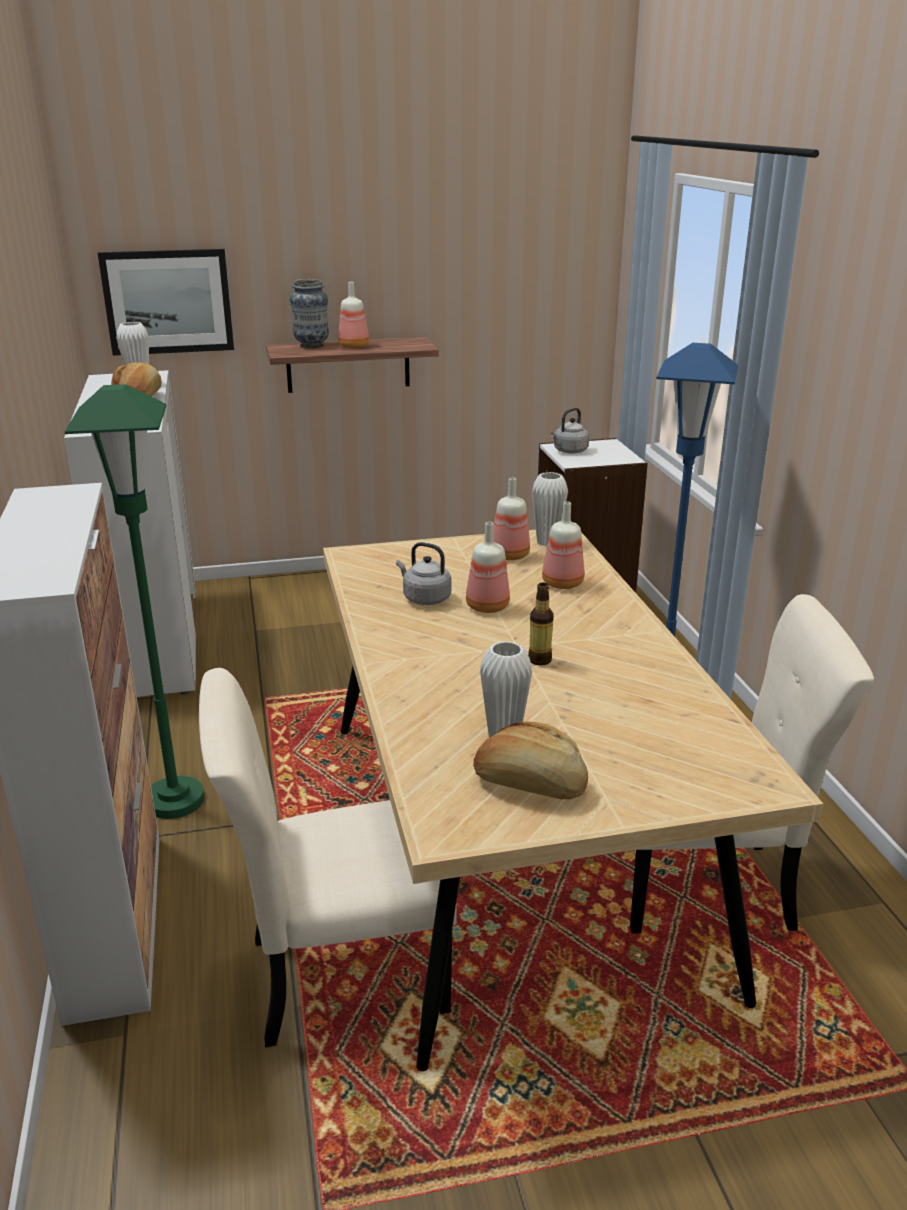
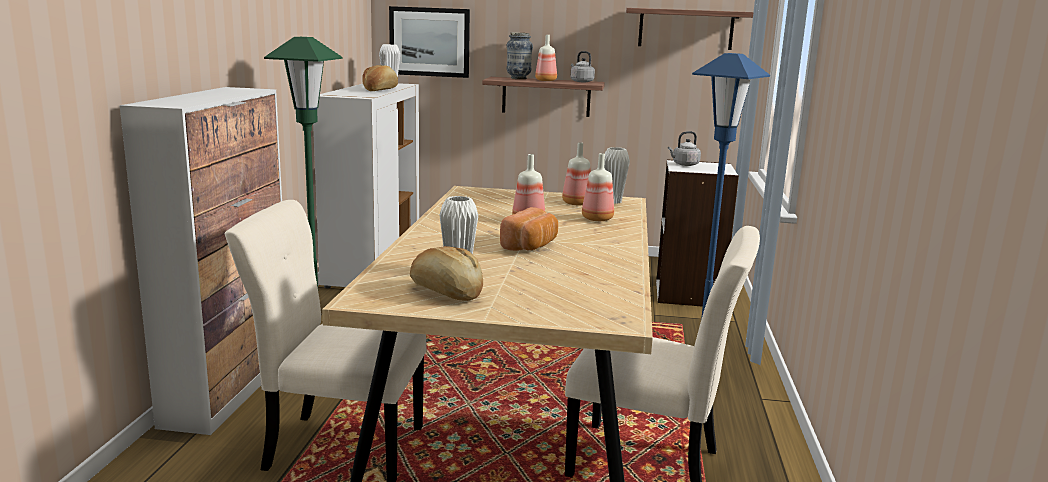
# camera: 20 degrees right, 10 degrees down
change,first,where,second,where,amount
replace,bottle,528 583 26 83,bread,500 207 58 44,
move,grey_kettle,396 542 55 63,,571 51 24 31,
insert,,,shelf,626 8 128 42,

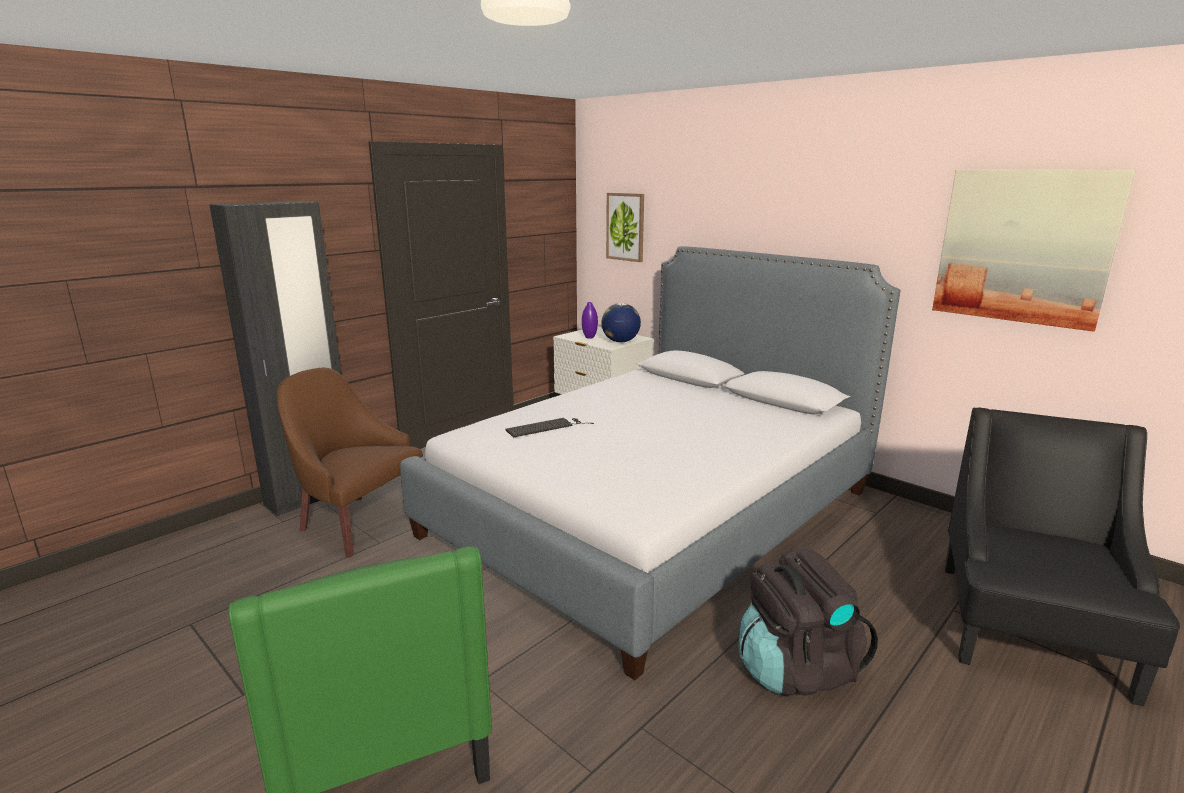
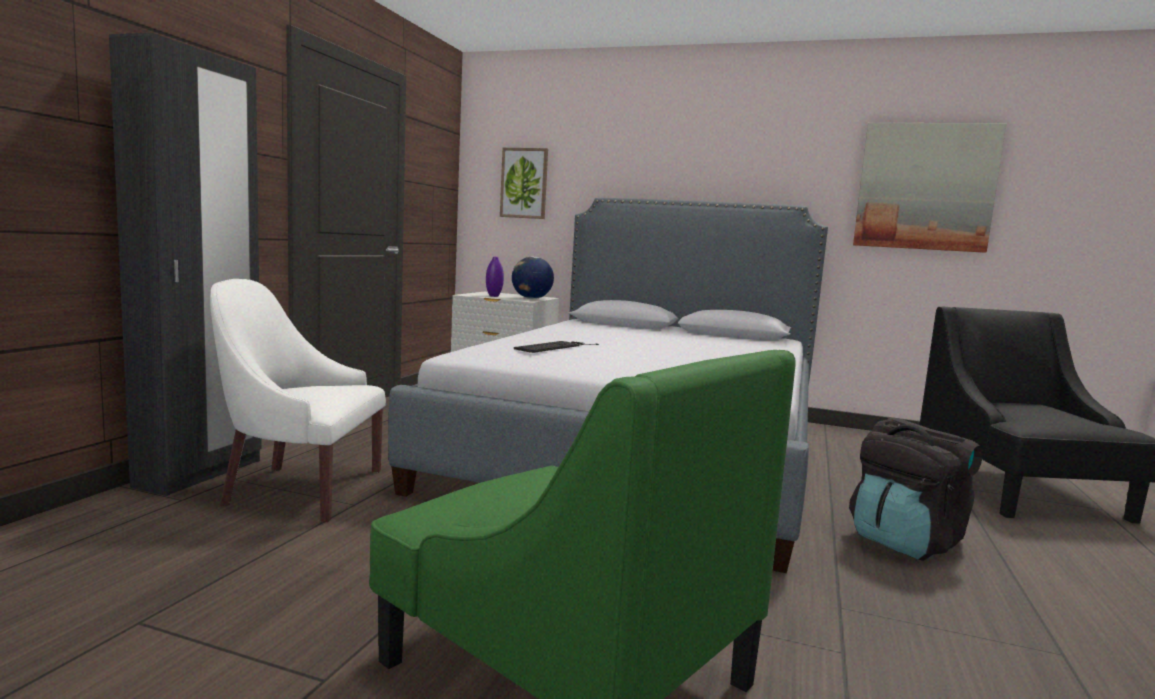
# camera: 25 degrees left, 10 degrees down
change,first,where,second,where,amount
recolor,brown_armchair,277 368 146 190,white_armchair,210 279 176 243,

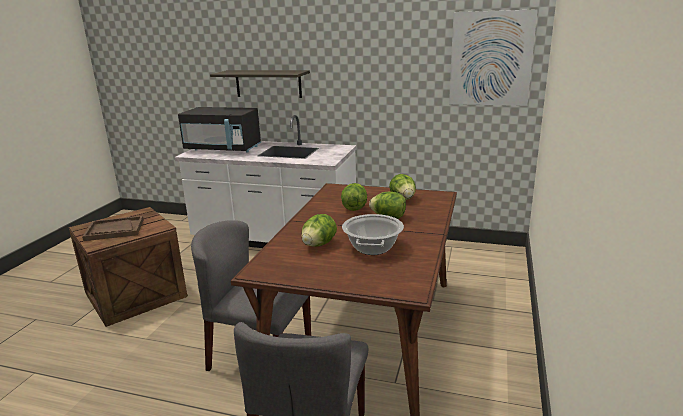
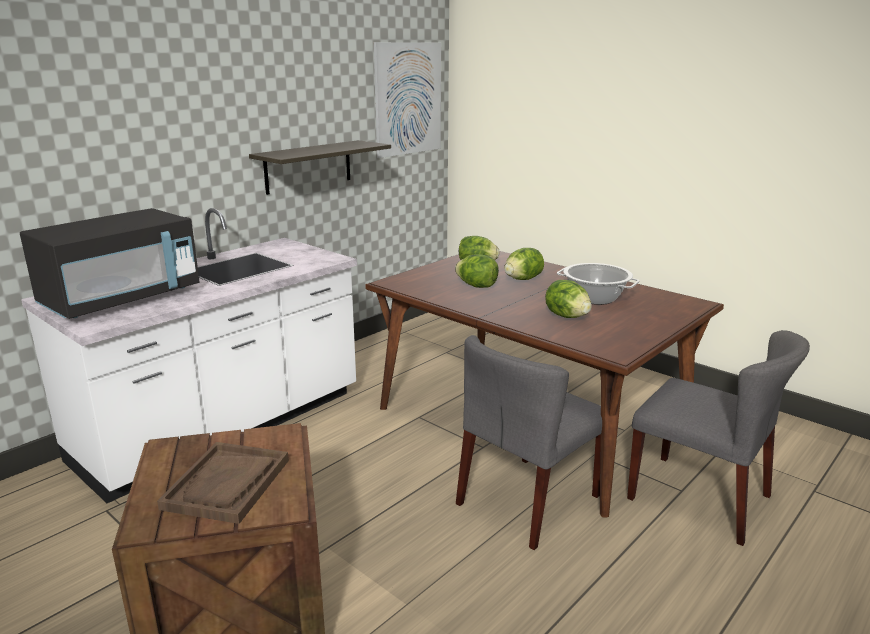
# camera: 65 degrees left, 0 degrees up
change,first,where,second,where,amount
move,shelf,210 70 100 28,,249 140 142 55,

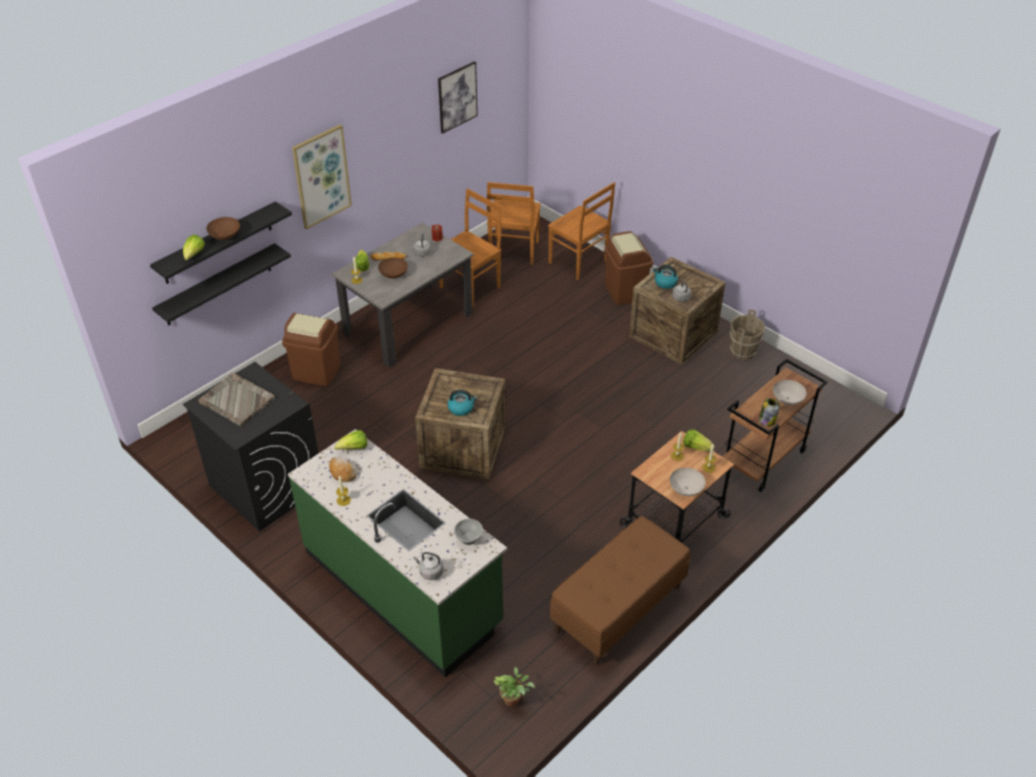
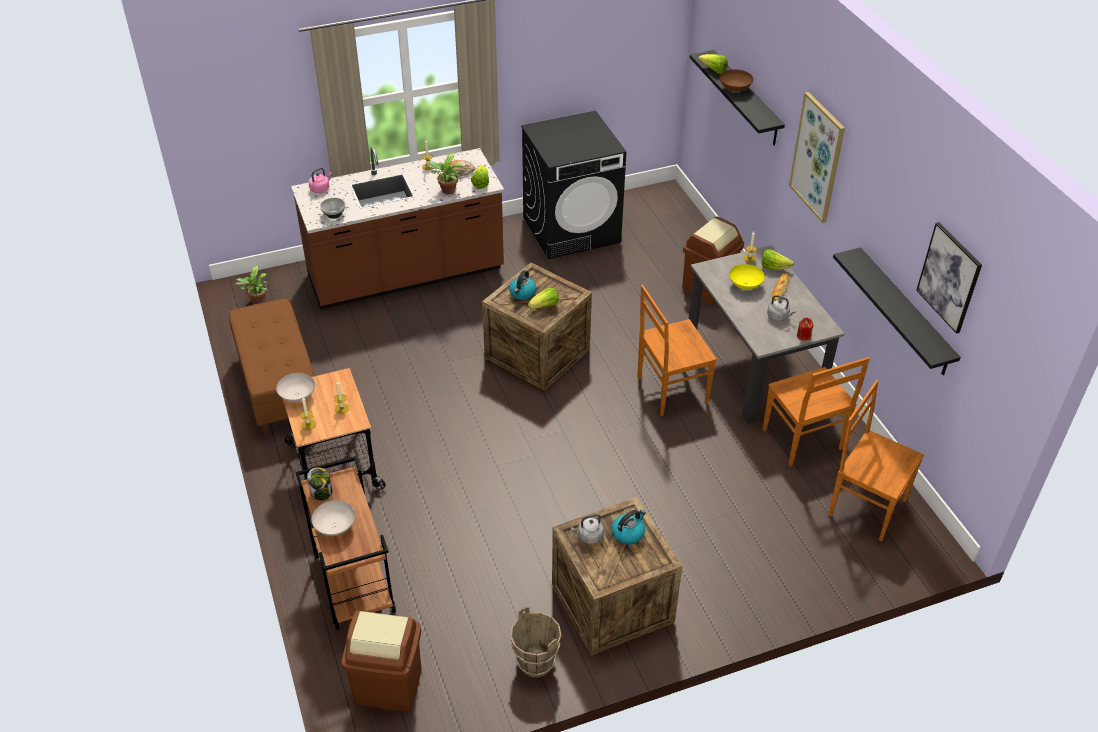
# camera: 115 degrees right, 0 degrees up
change,first,where,second,where,amount
recolor,green_counter,288 429 219 248,brown_counter,291 147 213 163,
recolor,grey_kettle,413 552 31 28,pink_kettle,309 168 23 25,
move,brown_trash_can,604 231 49 74,,342 611 80 100,
insert,,,potted_plant,426 153 36 41,
move,lettuce,683 429 32 23,,528 288 31 21,
move,brown_chair,548 182 67 98,,638 284 79 132,
recolor,brown_bowl,378 258 30 21,yellow_bowl,729 264 36 26,
move,black_shelf,152 243 139 82,,833 247 128 128,
delete,grey_tray,198 373 77 53,,,

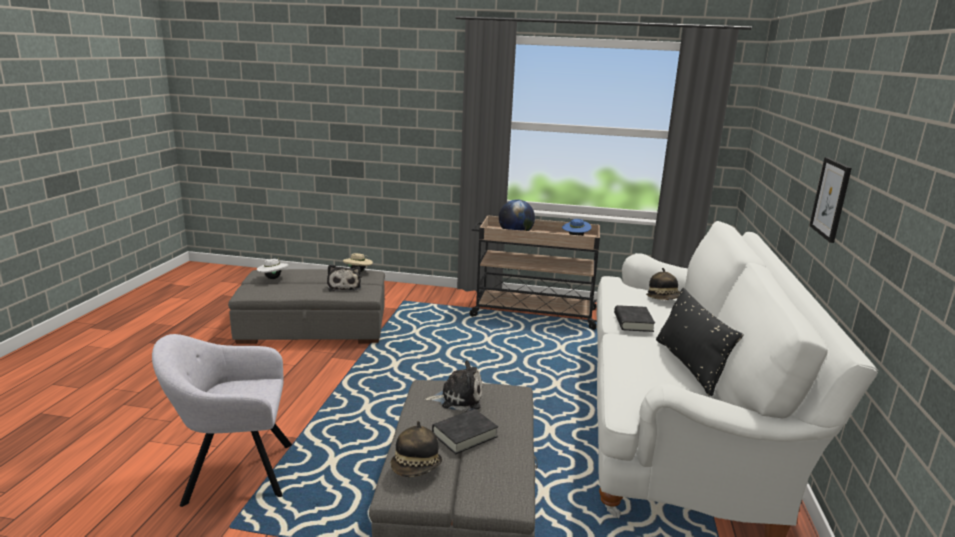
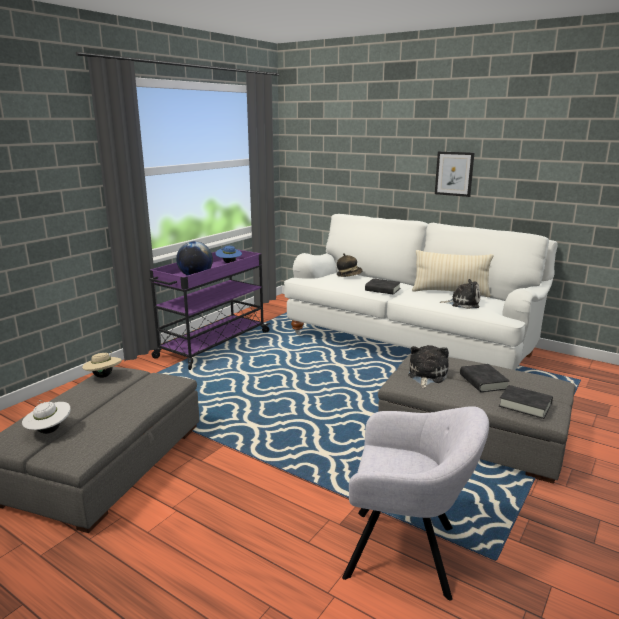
# camera: 65 degrees left, 0 degrees up
change,first,where,second,where,amount
recolor,beige_cart,470 215 130 115,purple_cart,149 249 121 121,
rotate,grey_armchair,152 334 140 173,,342 406 147 195,90 degrees counterclockwise
recolor,black_pillow,656 288 88 108,beige_pillow,412 250 82 47,
move,plush_toy,327 264 34 27,,439 279 41 30,
replace,hat,390 421 52 56,black_book,499 385 54 34,

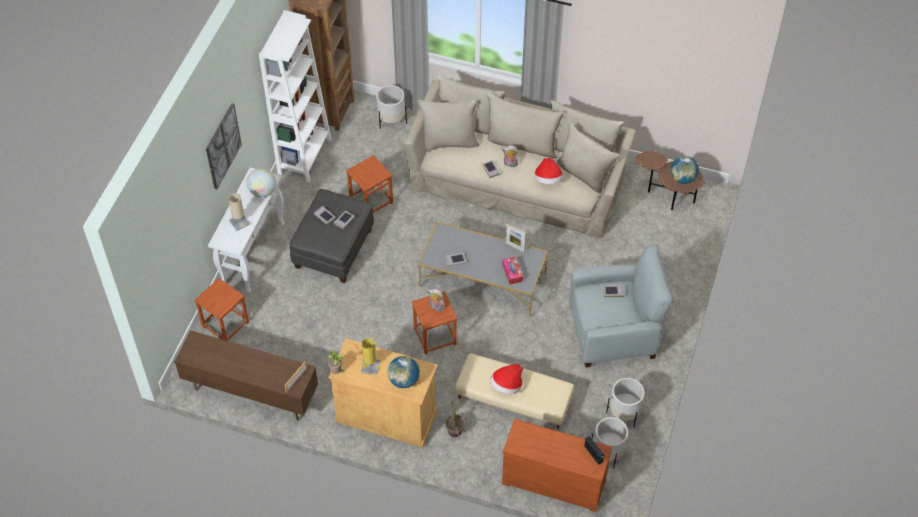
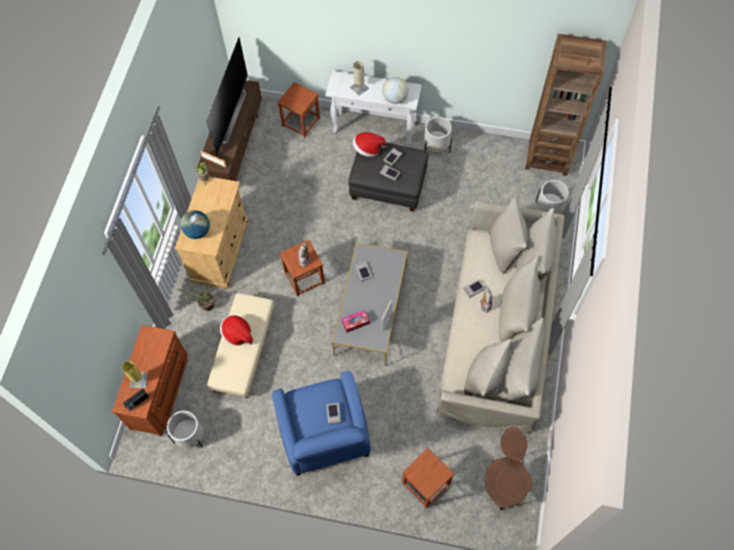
# camera: 85 degrees right, 10 degrees up
change,first,where,second,where,amount
move,yellow_table_lamp,361 338 19 37,,122 361 26 27,
insert,,,television,206 37 42 119,
recolor,grey_armchair,569 244 104 124,blue_armchair,272 371 99 105,
move,hat,534 158 29 26,,353 132 33 25,
move,brown_stool,346 155 47 58,,402 448 52 60,
move,white_planter,606 378 39 49,,424 117 28 36,
delete,picture,206 103 36 86,,,
delete,white_bookcase,259 10 72 173,,,
delete,globe,670 156 29 28,,,

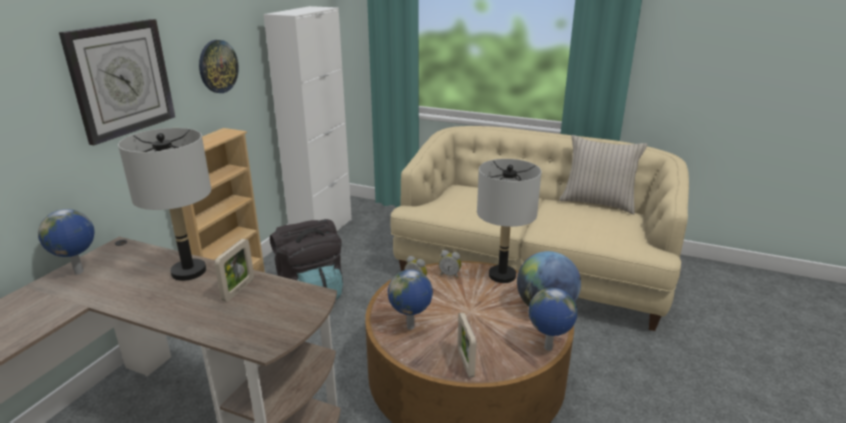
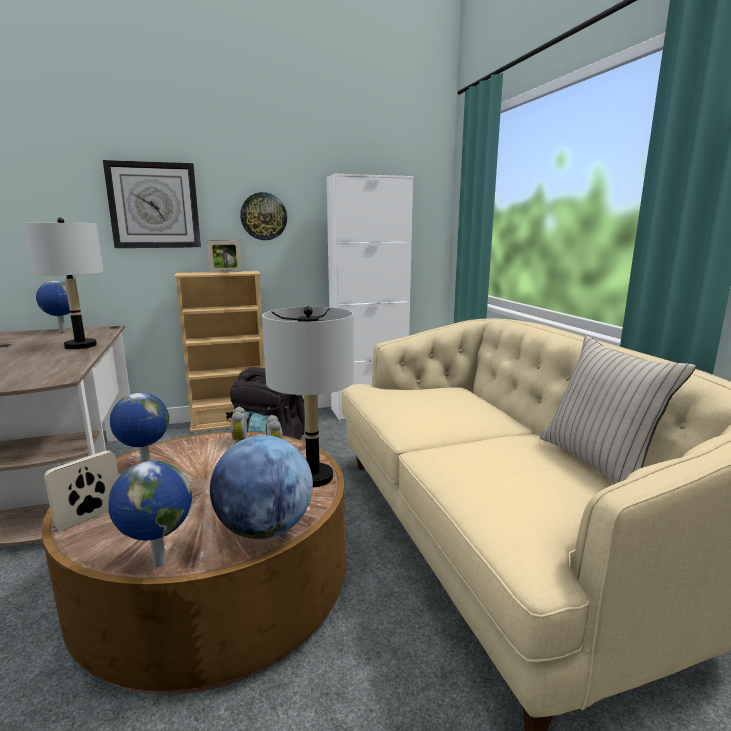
# camera: 50 degrees right, 10 degrees down
change,first,where,second,where,amount
move,picture_frame,214 239 40 63,,207 240 35 33,

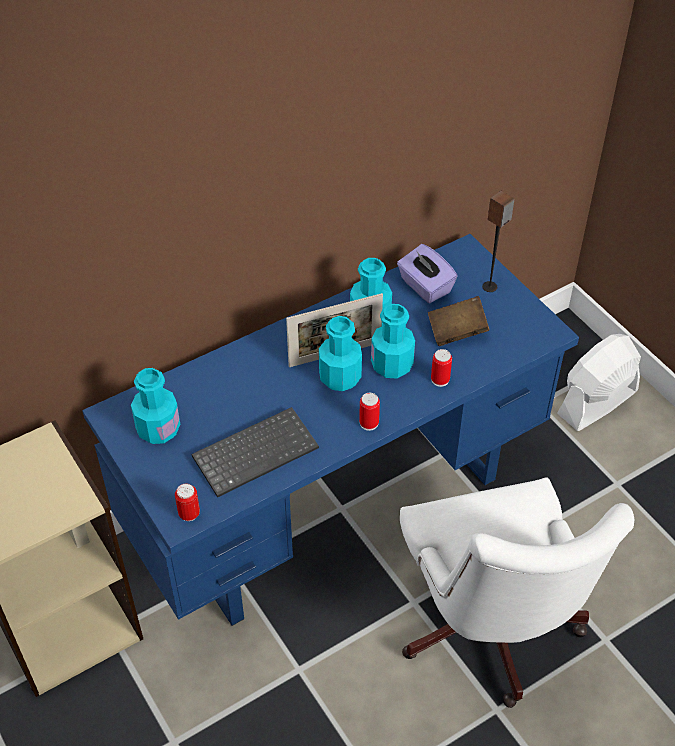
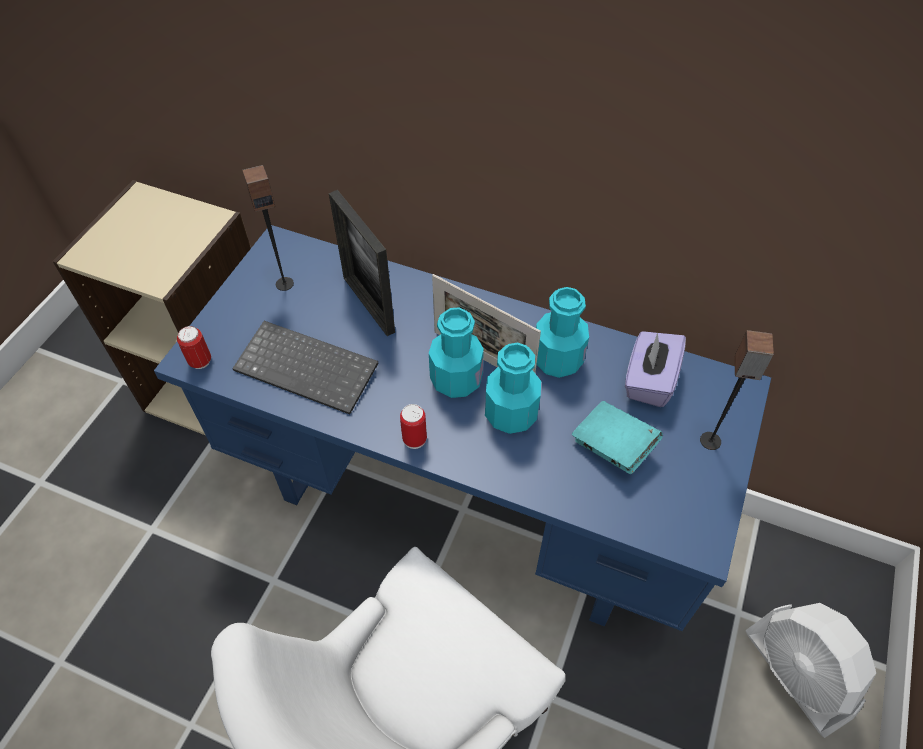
# camera: 55 degrees right, 5 degrees up
change,first,where,second,where,amount
replace,turquoise_bottle,131 368 49 76,speaker,242 165 52 126,
insert,,,picture_frame,329 190 66 146,
recolor,brown_book,428 296 62 50,turquoise_book,572 401 91 73,
rotate,white_fan,557 334 84 97,,746 603 130 135,135 degrees counterclockwise
delete,can,431 349 21 38,,,

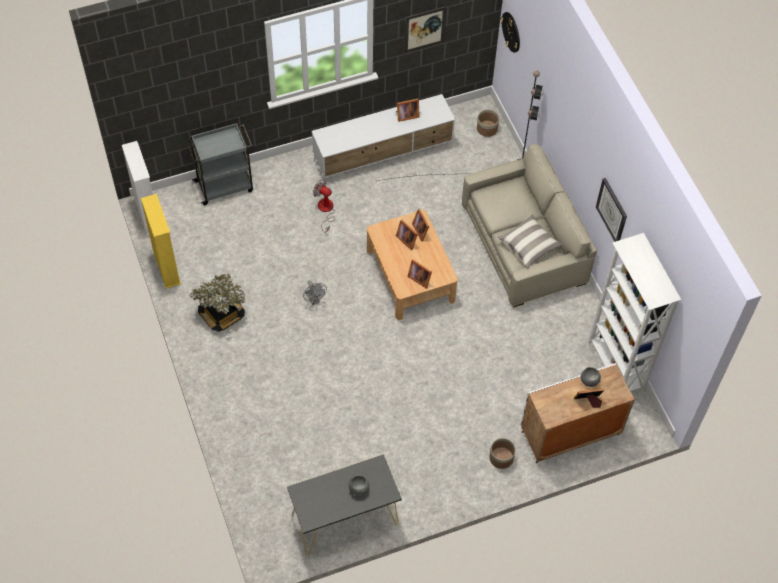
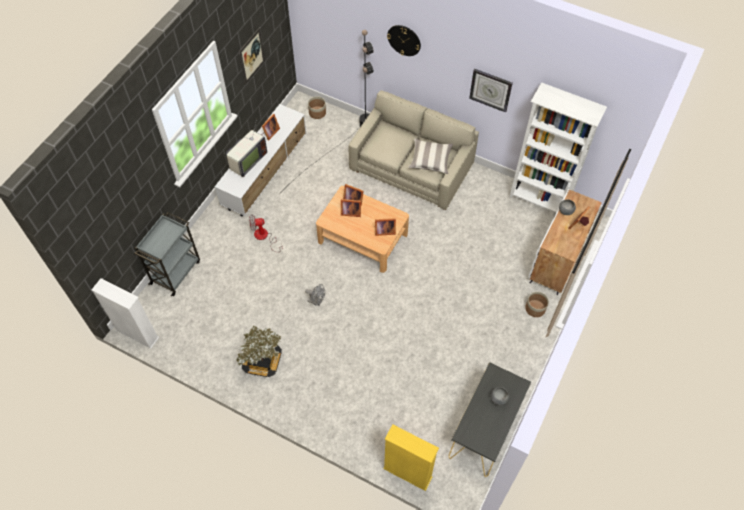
# camera: 40 degrees left, 0 degrees up
change,first,where,second,where,amount
insert,,,television,226 118 41 59,
move,yellow_bookcase,141 194 40 95,,384 424 55 67,
move,wall_clock,500 12 20 41,,387 25 34 31,

